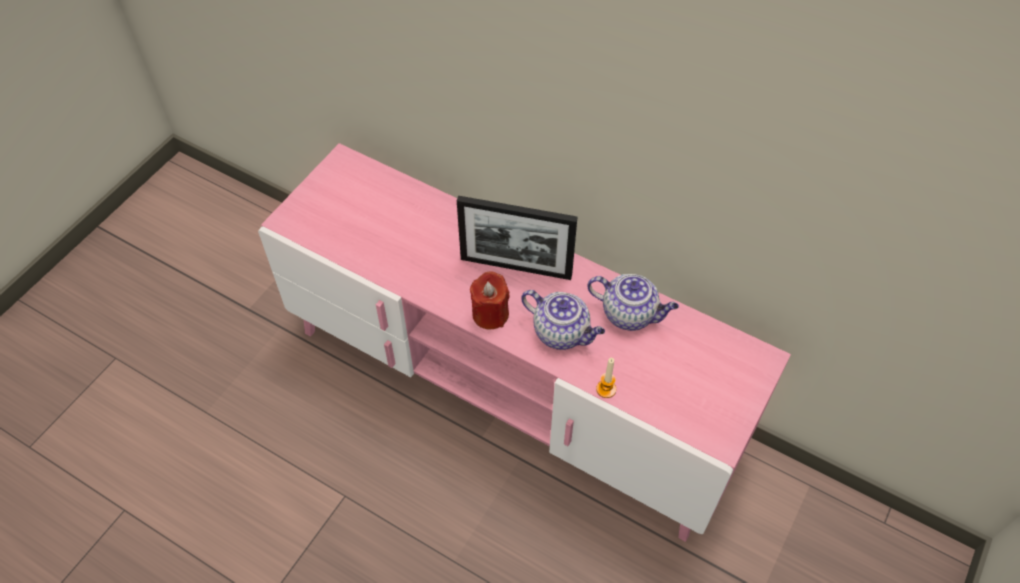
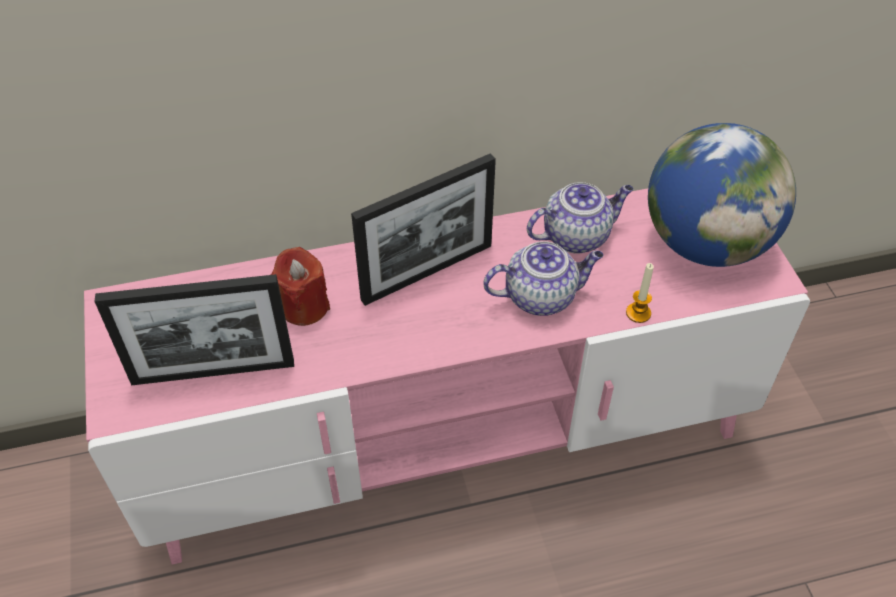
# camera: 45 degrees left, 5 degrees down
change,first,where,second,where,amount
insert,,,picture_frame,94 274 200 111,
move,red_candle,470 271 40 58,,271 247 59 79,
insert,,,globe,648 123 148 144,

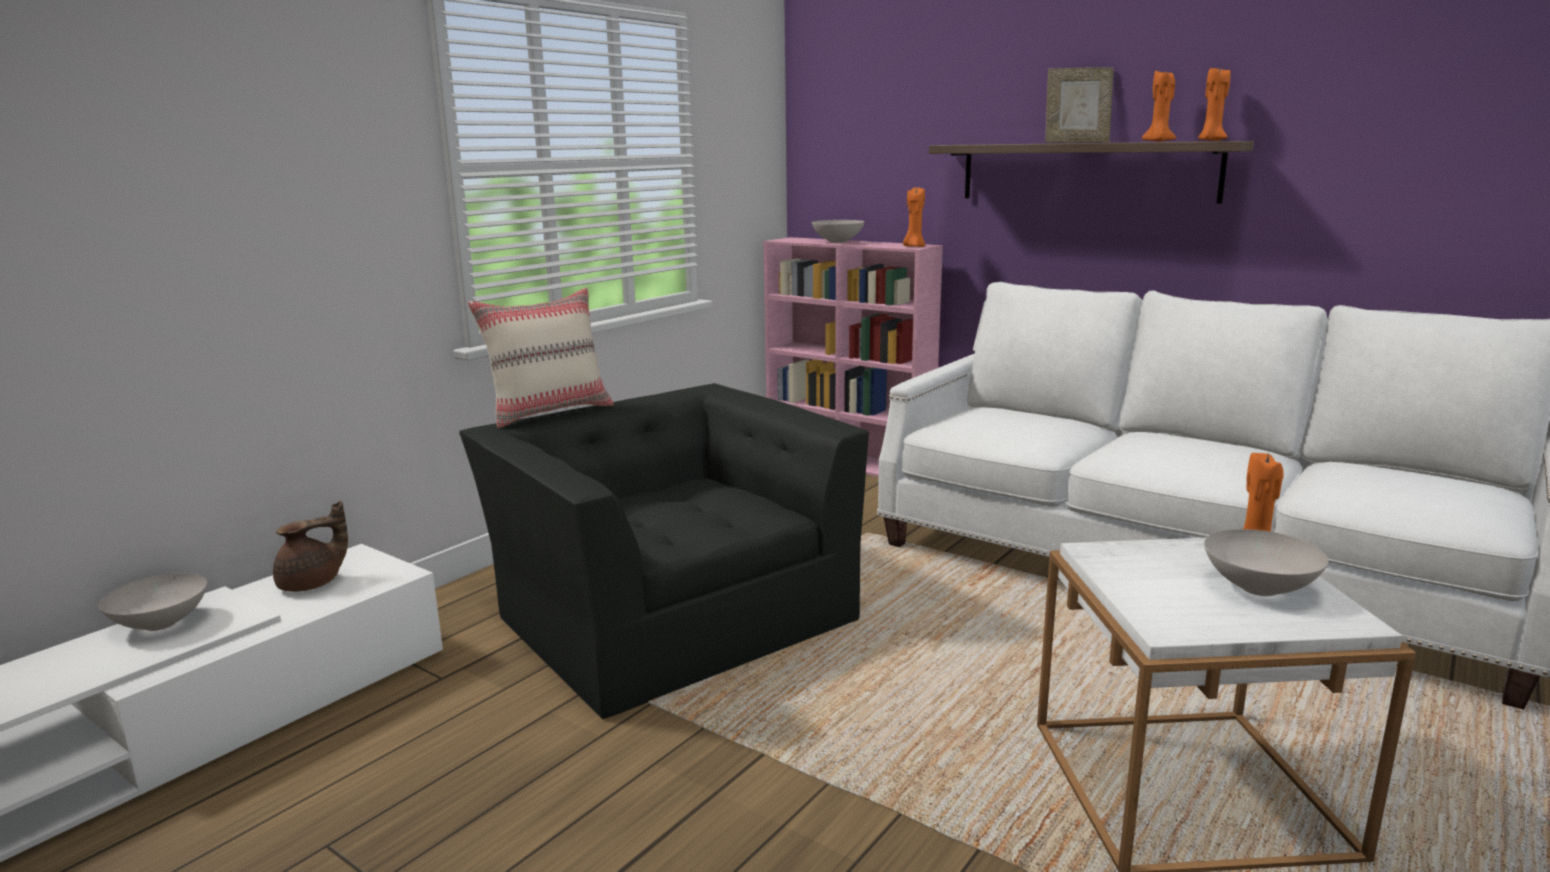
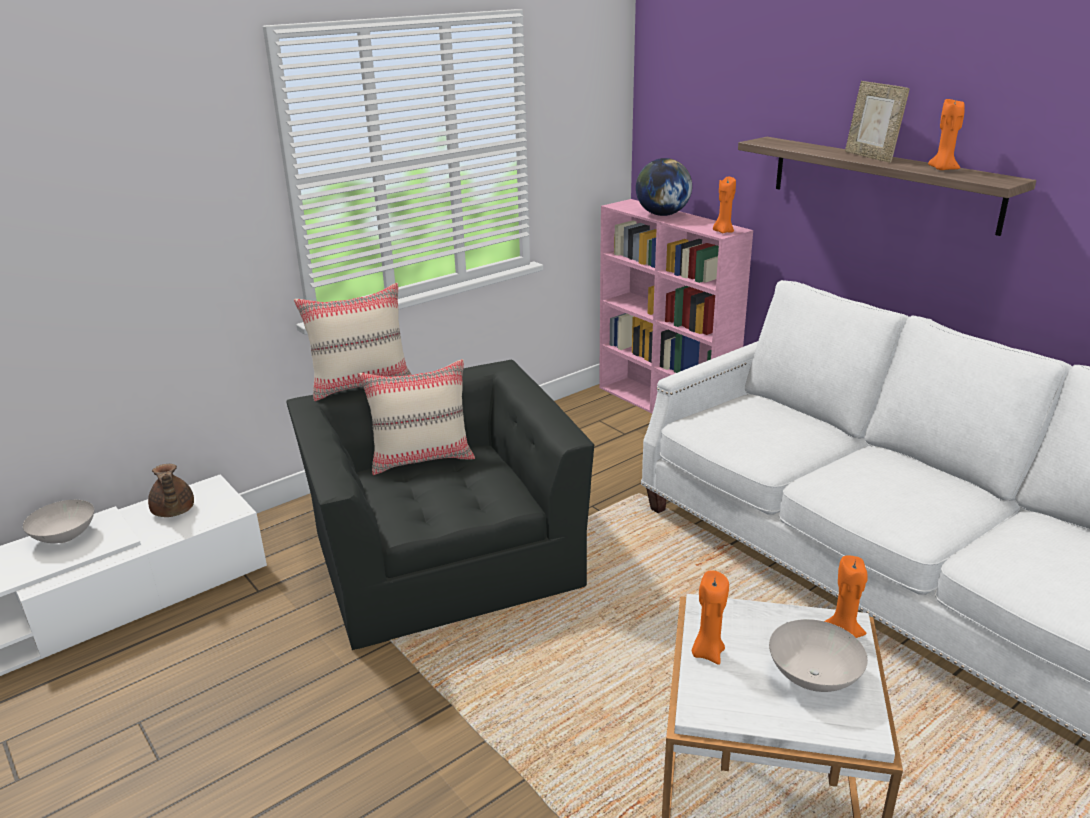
# camera: 15 degrees right, 10 degrees up
change,first,where,second,where,amount
rotate,brown_teapot,273 501 75 91,,148 464 46 53,90 degrees clockwise
insert,,,beige_pillow,358 359 117 116,
replace,white_bowl,812 220 53 23,globe,636 158 56 58,
move,orange_candle,1198 68 33 73,,692 570 37 95,
rotate,picture_frame,1045 67 69 76,,845 81 64 82,45 degrees clockwise

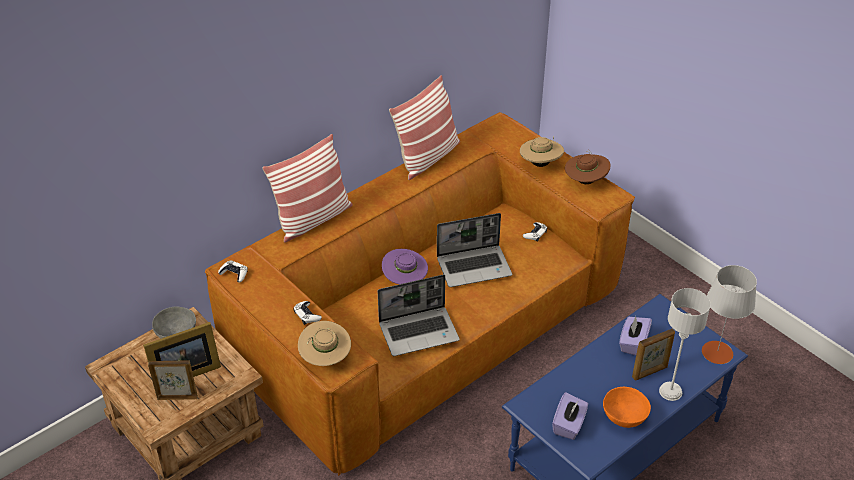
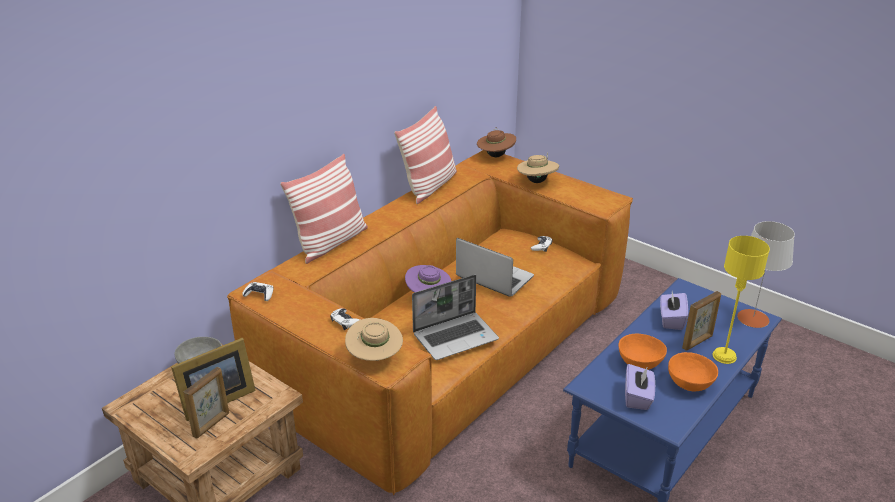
# camera: 10 degrees left, 10 degrees down
change,first,where,second,where,amount
rotate,picture_frame,148 360 50 40,,183 367 46 72,135 degrees clockwise
rotate,laptop,437 213 75 74,,456 238 78 59,120 degrees counterclockwise
move,brown_hat,565 149 46 35,,477 127 39 30,
insert,,,orange_bowl,618 334 49 36,
recolor,grey_table_lamp,659 288 52 113,yellow_table_lamp,713 236 57 128,

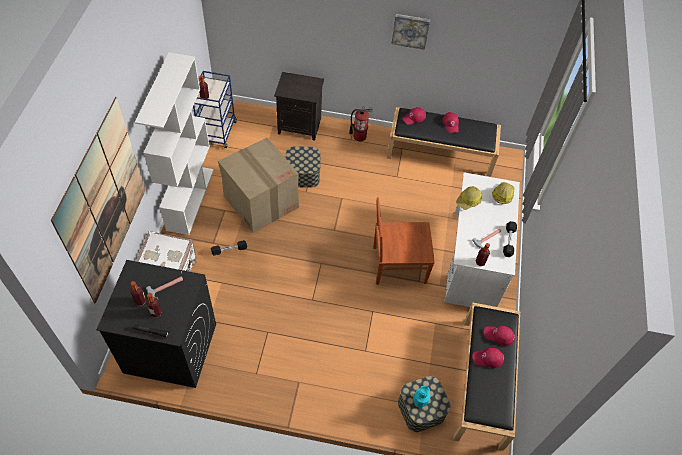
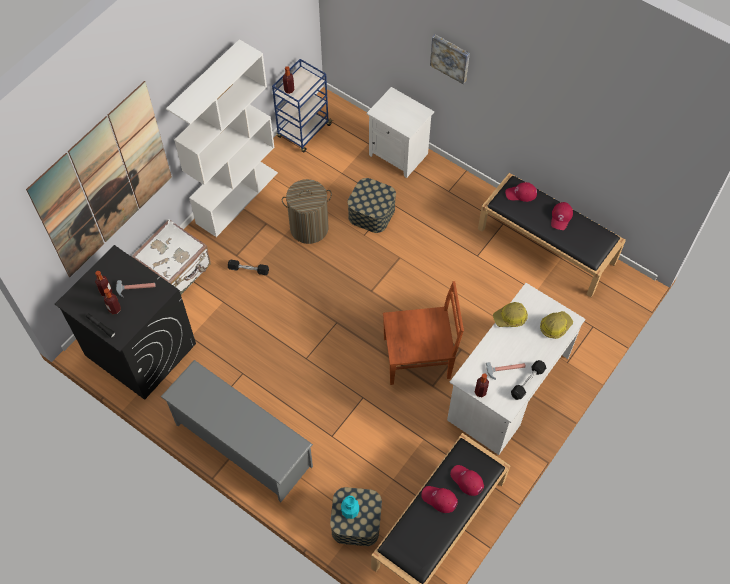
# camera: 30 degrees right, 5 degrees up
change,first,where,second,where,amount
insert,,,grey_shoe_rack,161 360 152 142,
replace,cardboard_box,218 138 81 95,laundry_basket,282 179 50 65,
recolor,black_nightstand,274 72 50 69,white_nightstand,367 87 67 91,
rotate,brown_chair,373 197 62 88,,383 281 81 104,150 degrees clockwise
move,picture,391 14 39 36,,430 34 40 50,
delete,fire_extinguisher,349 106 24 35,,,

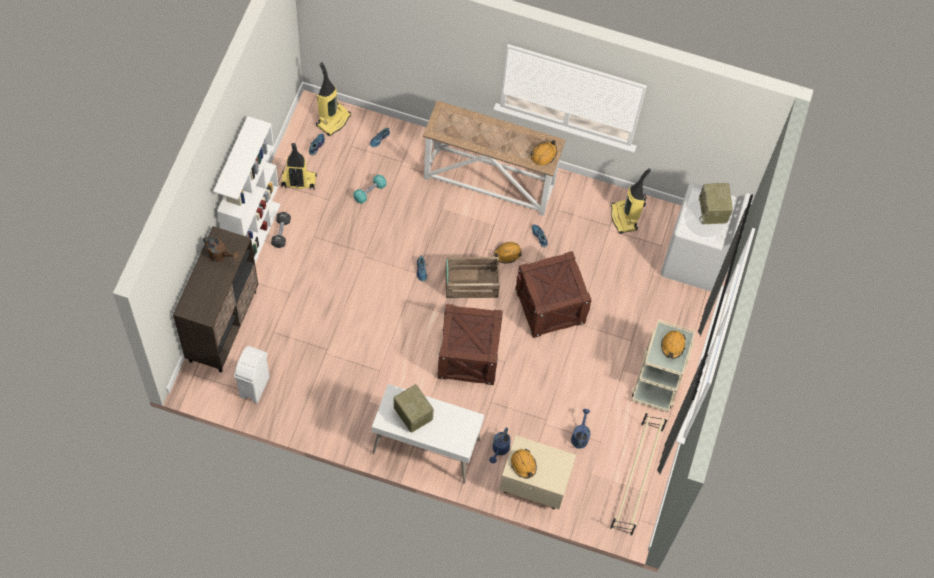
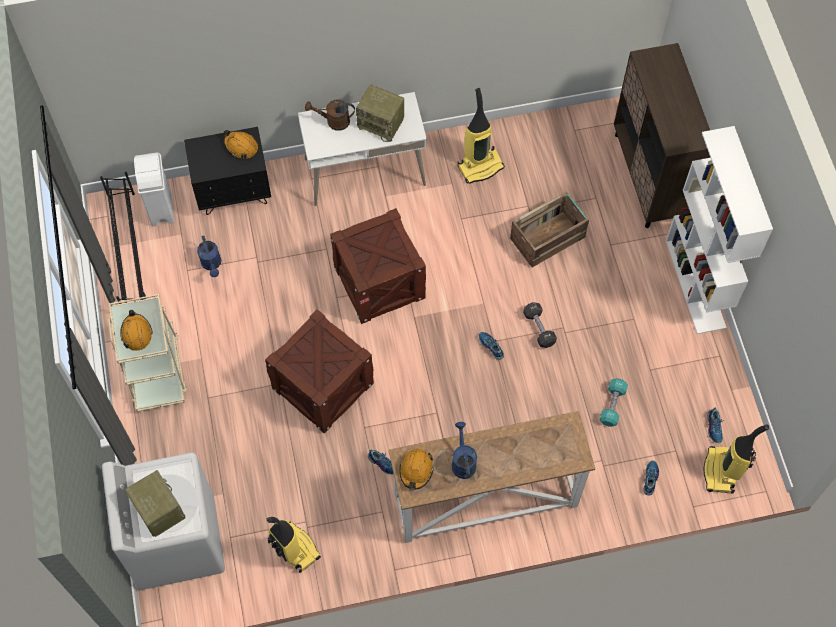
# camera: 155 degrees right, 0 degrees up
change,first,where,second,where,amount
recolor,beige_shoe_rack,610 411 58 125,black_shoe_rack,100 172 47 132,
move,white_trash_can,234 346 35 57,,134 152 40 74,
recolor,beige_nightstand,499 435 77 74,black_nightstand,184 127 87 88,
move,brown_watering_can,203 237 37 25,,305 100 50 31,
move,blue_watering_can,489 428 22 35,,452 422 25 57,
move,vacuum_cleaner,281 143 36 47,,457 88 48 96,
move,crate,445 257 55 41,,510 191 79 76,
move,black_dumbbell,271 212 20 36,,523 302 34 46,
delete,orange_hard_hat,494 242 28 21,,,

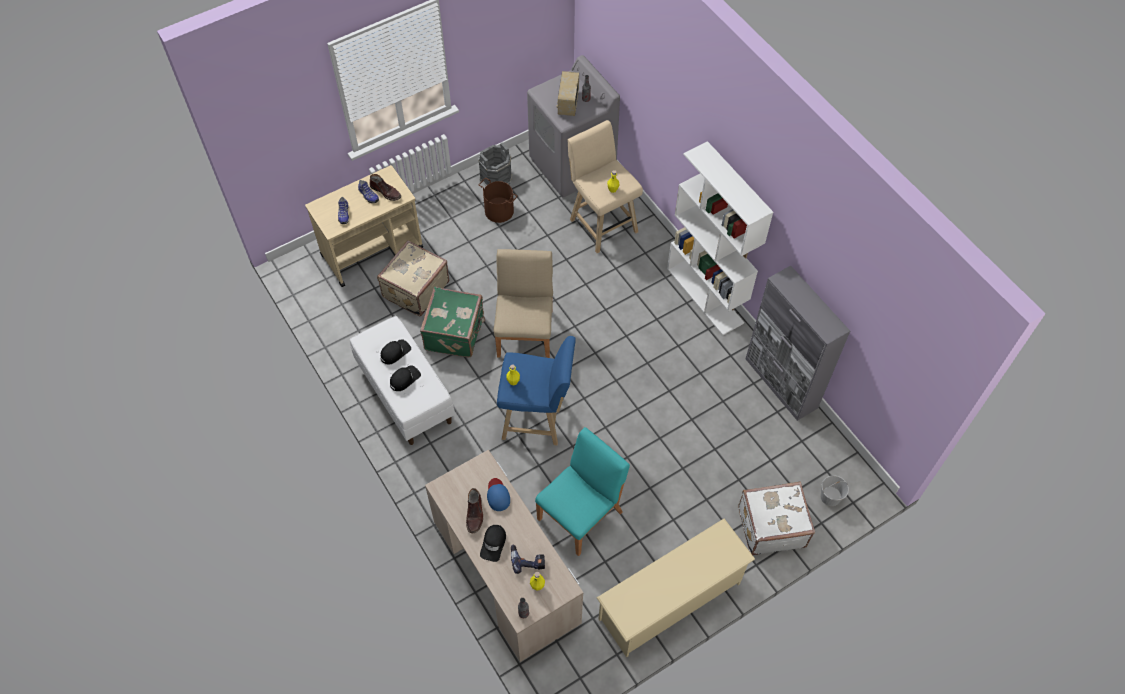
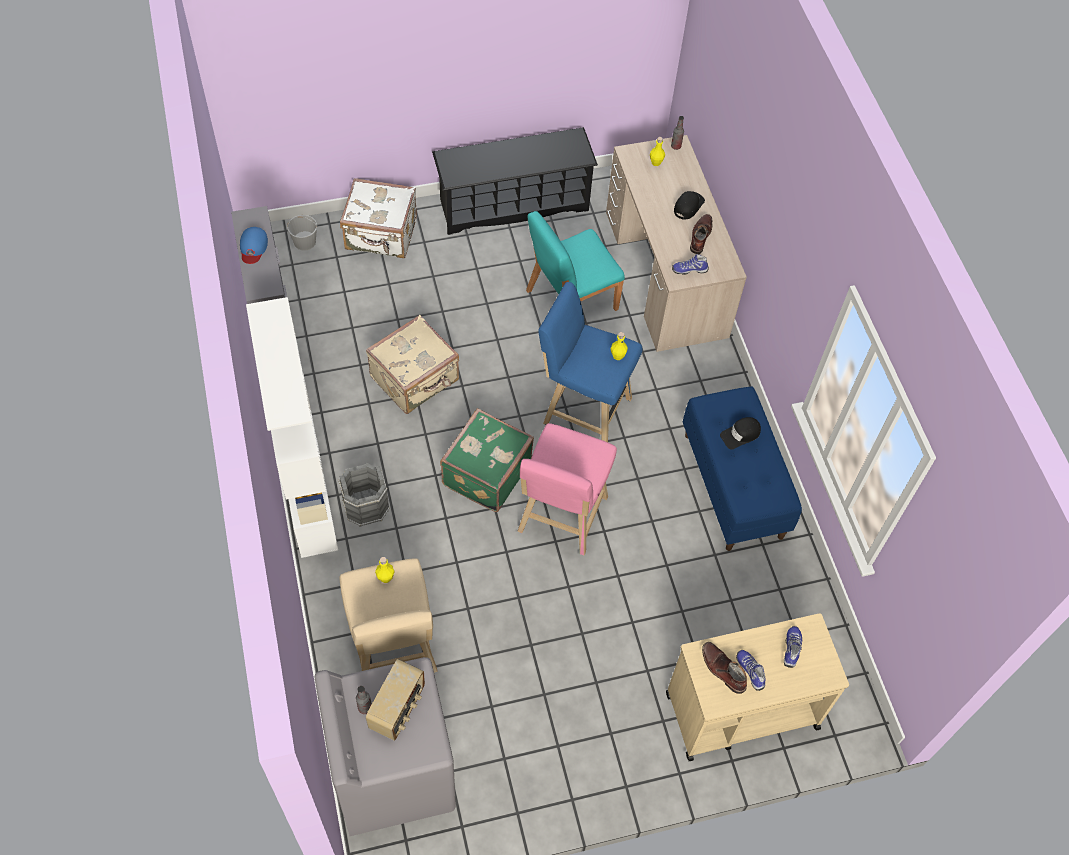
# camera: 165 degrees left, 0 degrees up
change,first,where,second,where,amount
move,blue_cap,487 478 23 33,,240 227 28 37,
move,grey_bucket,478 142 35 44,,339 463 51 64,
move,beige_suitcase,377 240 72 76,,366 315 93 99,
recolor,beige_shoe_rack,597 519 158 139,black_shoe_rack,432 127 166 108,
move,green_suitcase,420 287 65 71,,440 408 94 104,
replace,beige_chair,494 249 59 109,pink_stool,518 423 99 132,
insert,,,shoe,672 254 37 21,
recolor,white_bench,350 316 105 129,blue_bench,683 386 119 165,
delete,black_cap,381 339 30 25,,,
delete,brown_bucket,479 178 38 45,,,
delete,power_drill,511 544 34 30,,,

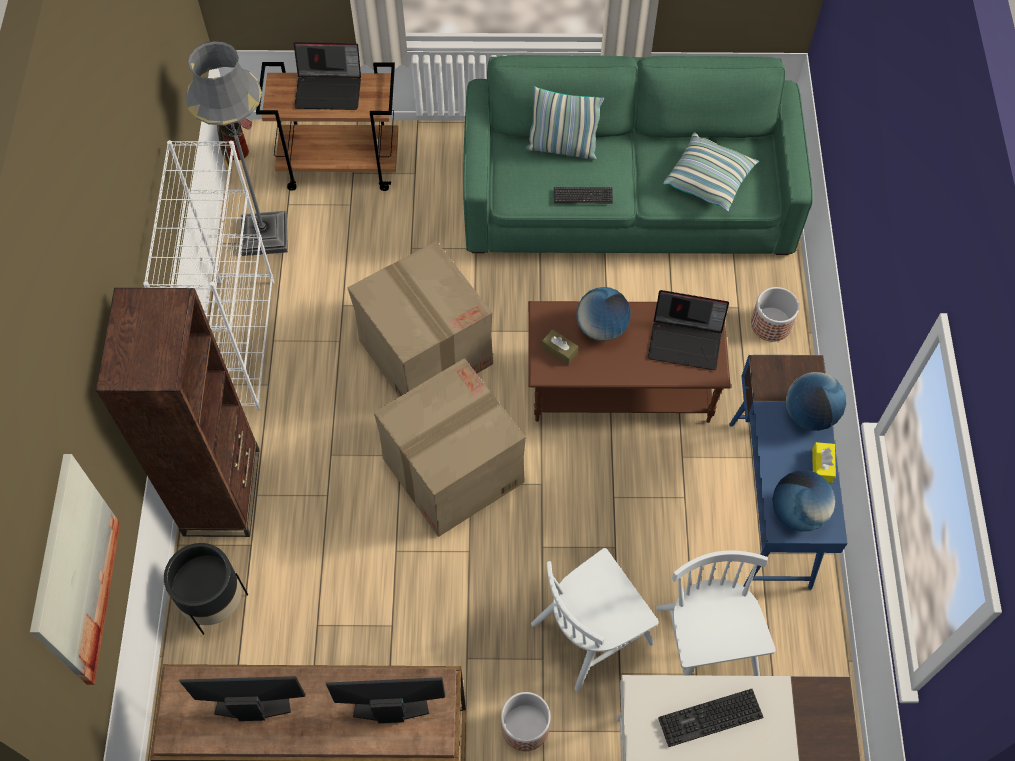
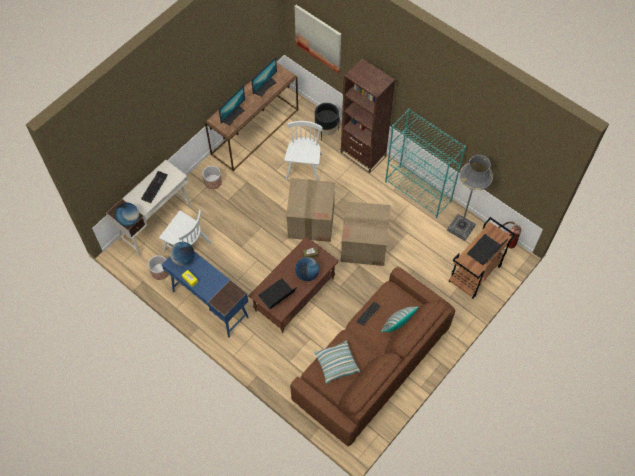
# camera: 130 degrees right, 0 degrees up
change,first,where,second,where,amount
move,globe,786 372 60 59,,115 202 24 24,
move,planter,751 287 48 55,,148 255 21 25,
move,white_chair,531 548 128 144,,284 121 39 60,
recolor,green_sofa,463 55 350 200,brown_sofa,290 267 165 180,
recolor,white_bookcase,143 140 131 271,turquoise_bookcase,385 109 81 109,

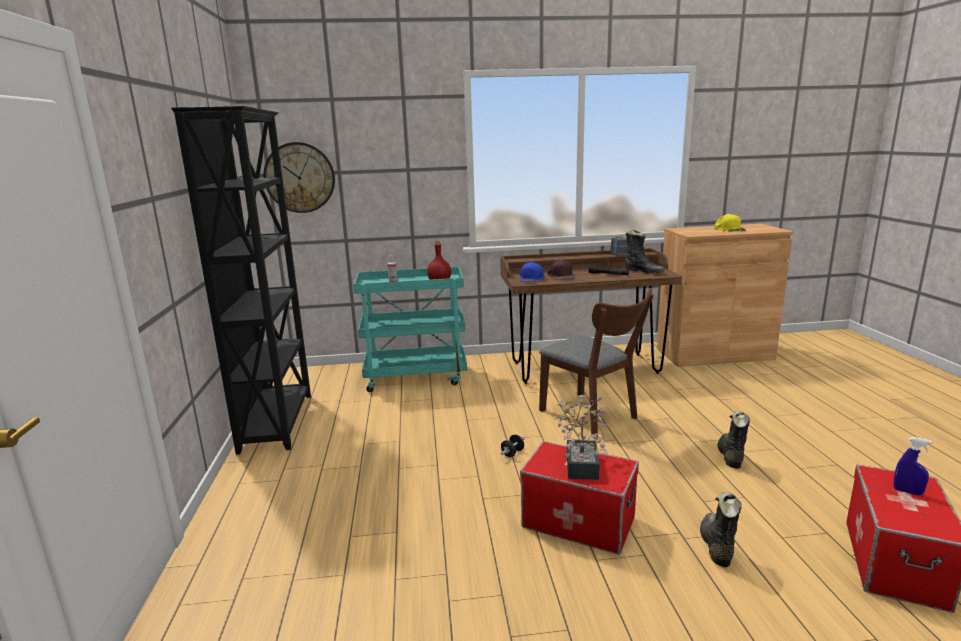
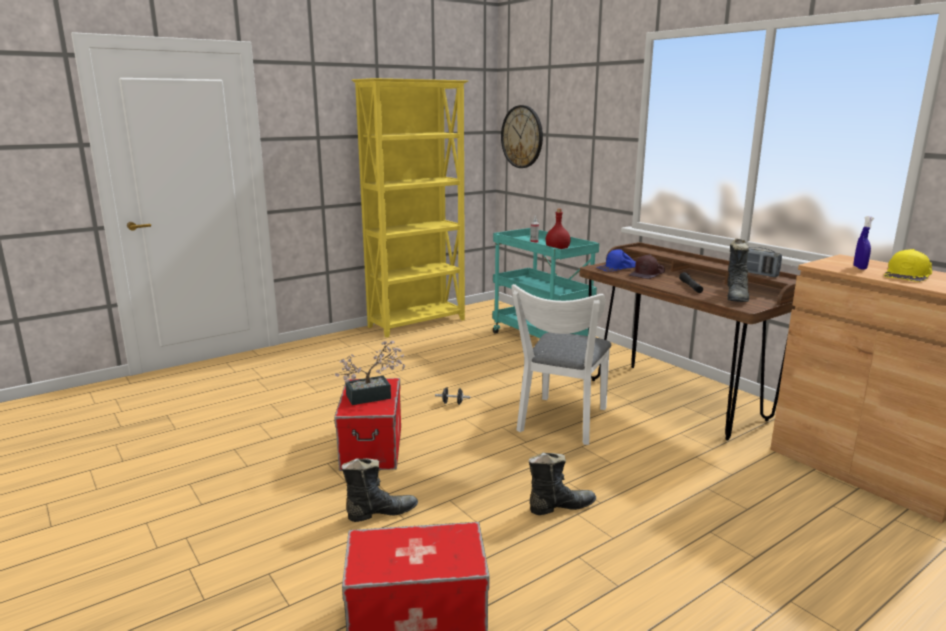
# camera: 60 degrees right, 0 degrees up
change,first,where,second,where,amount
recolor,black_bookcase,171 106 140 349,yellow_bookcase,352 78 116 260,
recolor,brown_chair,539 288 115 150,white_chair,511 284 100 161,
move,blue_spray_bottle,894 437 38 58,,854 216 20 54,

